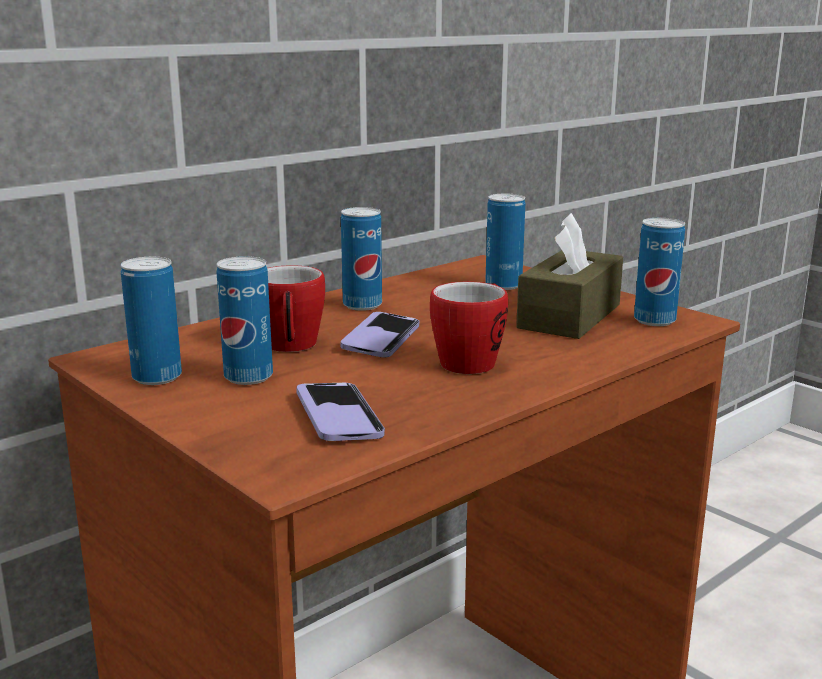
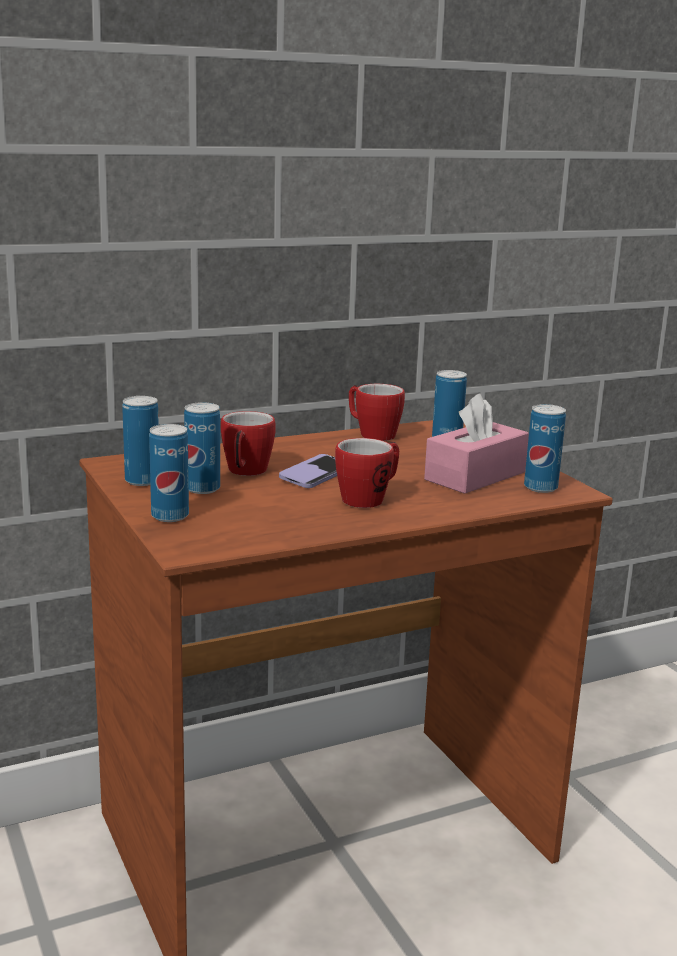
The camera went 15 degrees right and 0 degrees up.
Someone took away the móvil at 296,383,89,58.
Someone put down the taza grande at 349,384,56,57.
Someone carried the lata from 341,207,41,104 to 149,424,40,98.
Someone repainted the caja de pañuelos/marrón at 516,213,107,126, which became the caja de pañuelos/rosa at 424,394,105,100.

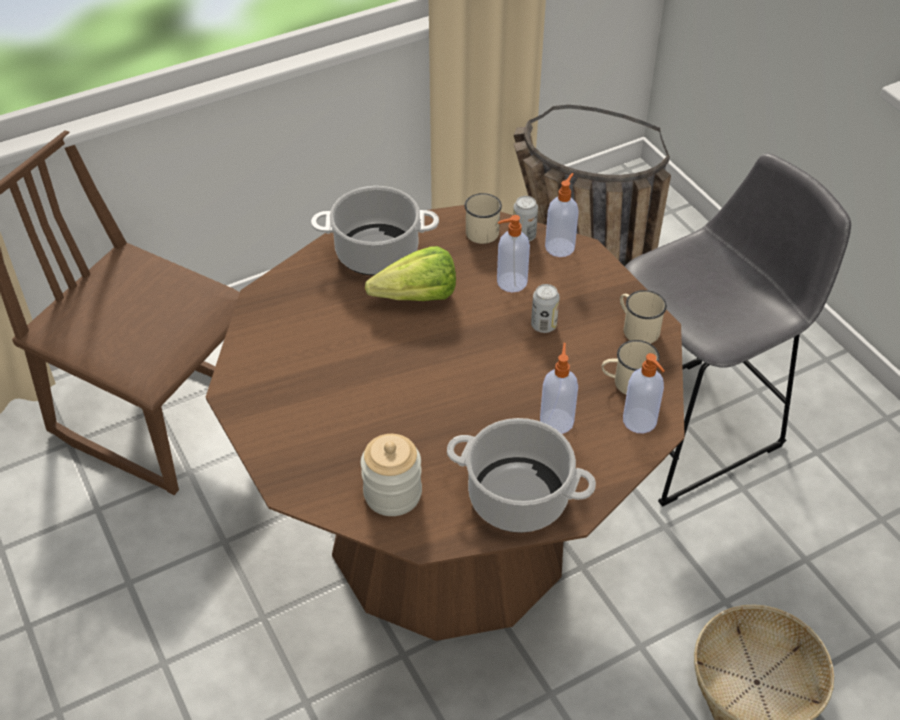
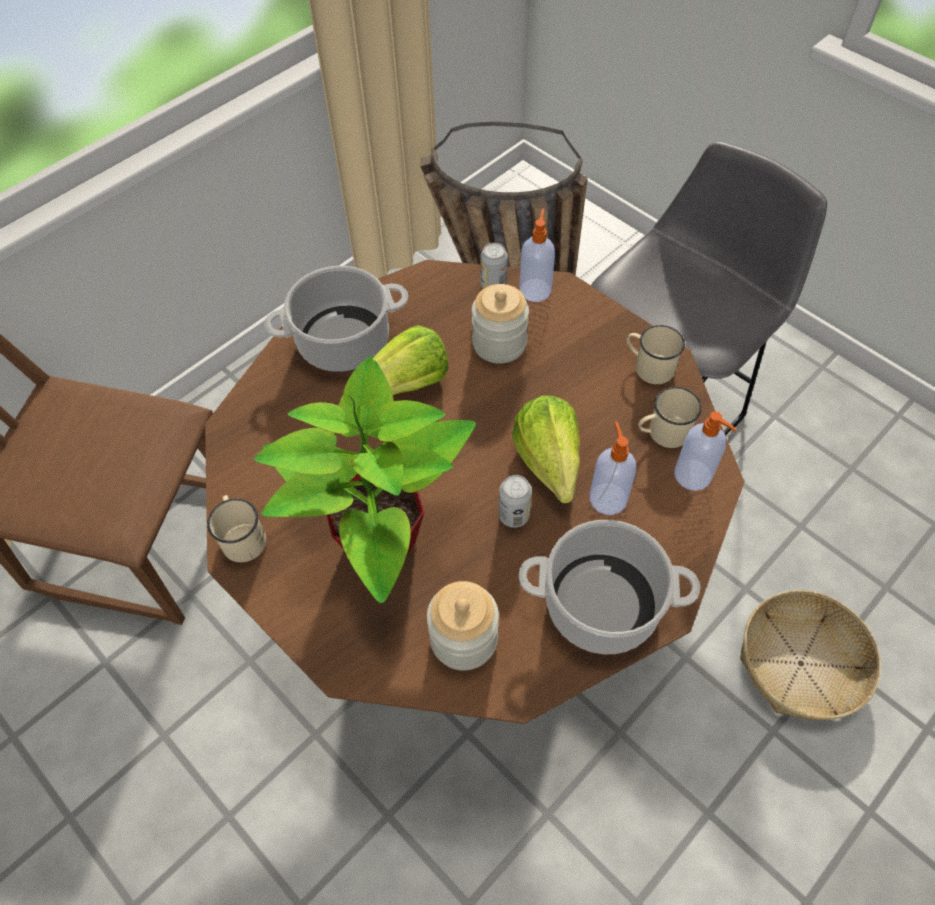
The camera went 15 degrees left and 10 degrees up.
Someone put down the planta en maceta at 254,356,222,247.
Someone put down the lechuga at 512,395,68,108.
Someone carried the taza grande/beis from 465,193,37,51 to 207,495,59,67.
Someone carried the lata from 531,284,29,49 to 499,475,33,53.
Someone swapped the dispensador de jabón at 497,215,33,77 for the tarro at 472,284,57,80.

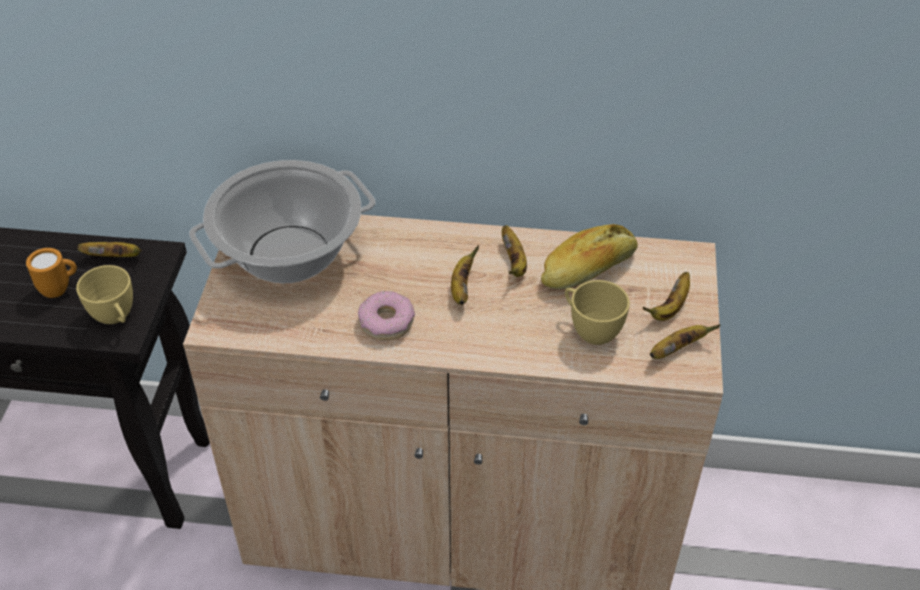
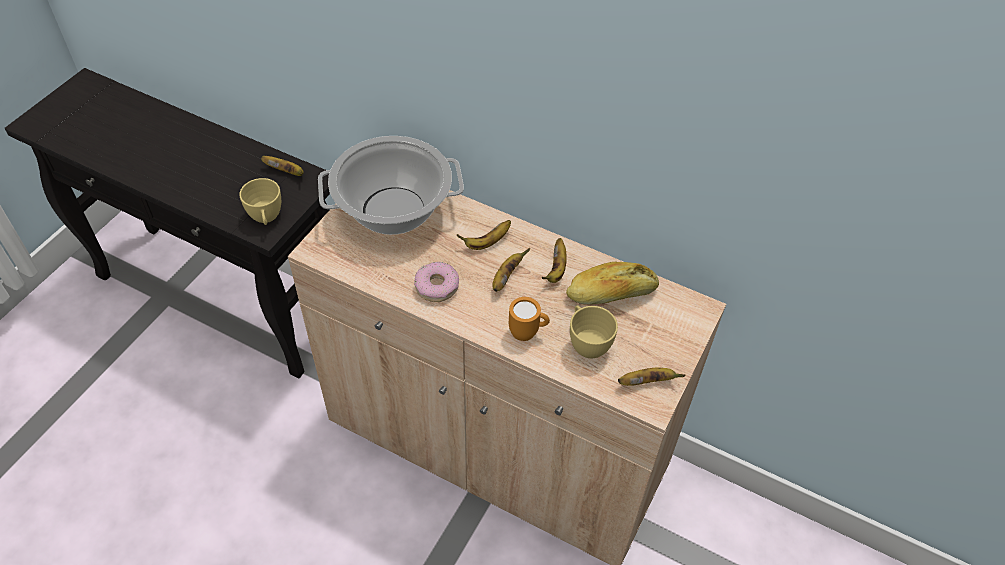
The camera went 20 degrees right and 5 degrees up.
Someone carried the taza grande/naranja from 26,248,51,50 to 509,297,41,44.
Someone carried the plátano from 642,272,48,49 to 457,220,54,30.

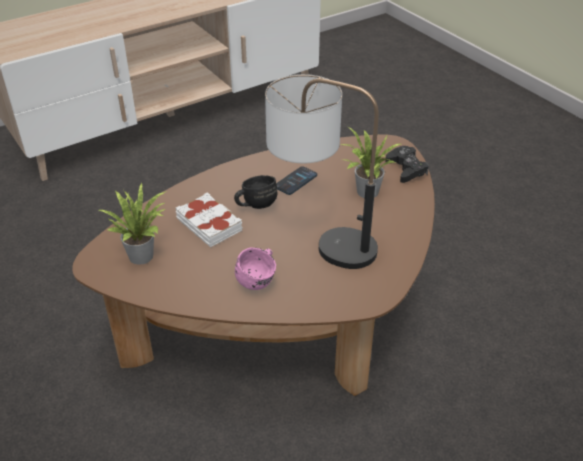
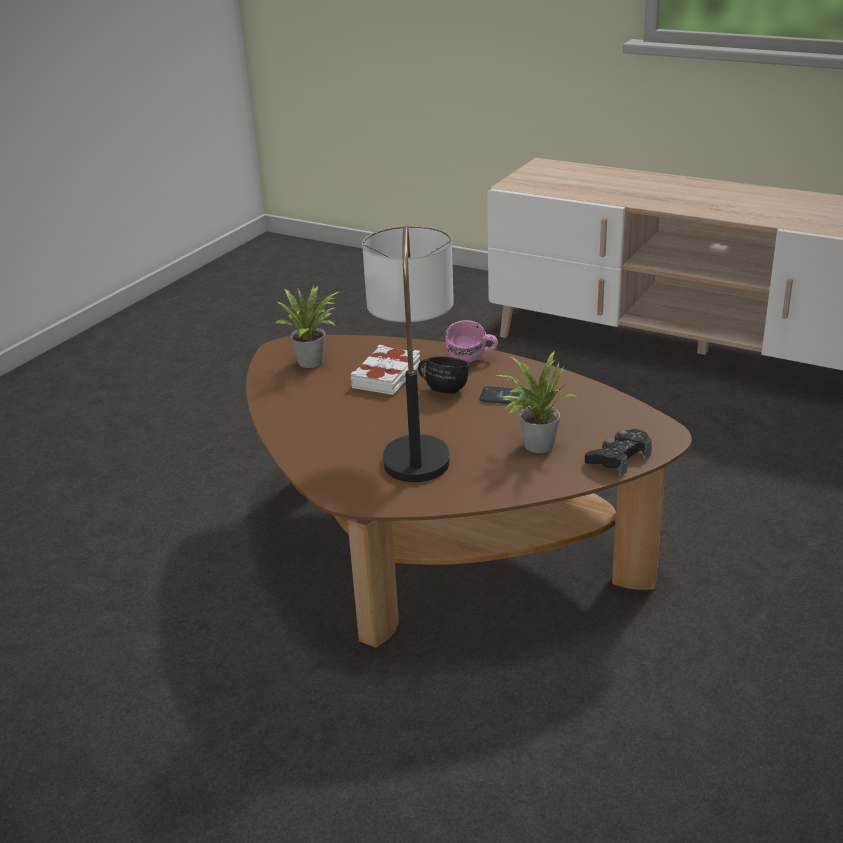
The camera went 65 degrees right and 10 degrees down.
Someone carried the taza grande/rosa from 235,247,41,43 to 446,320,52,43.

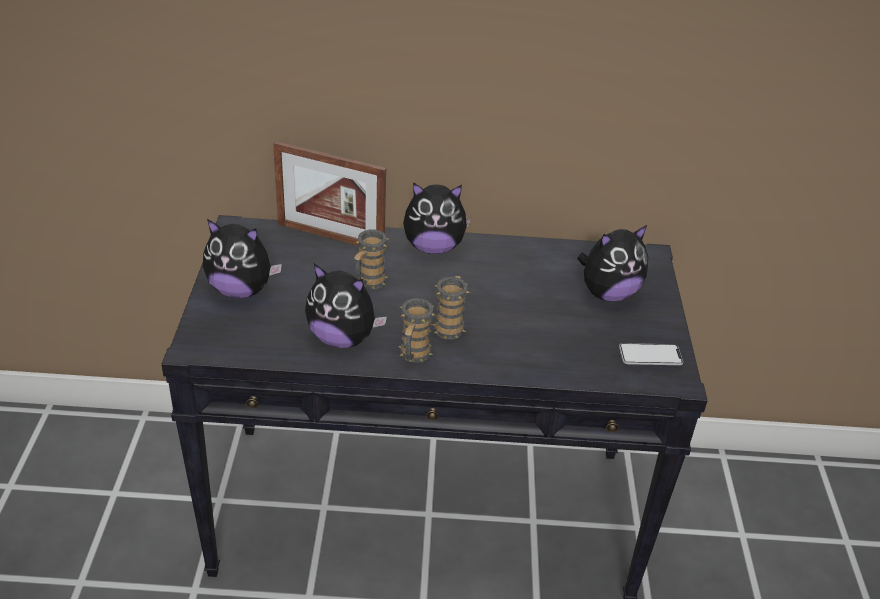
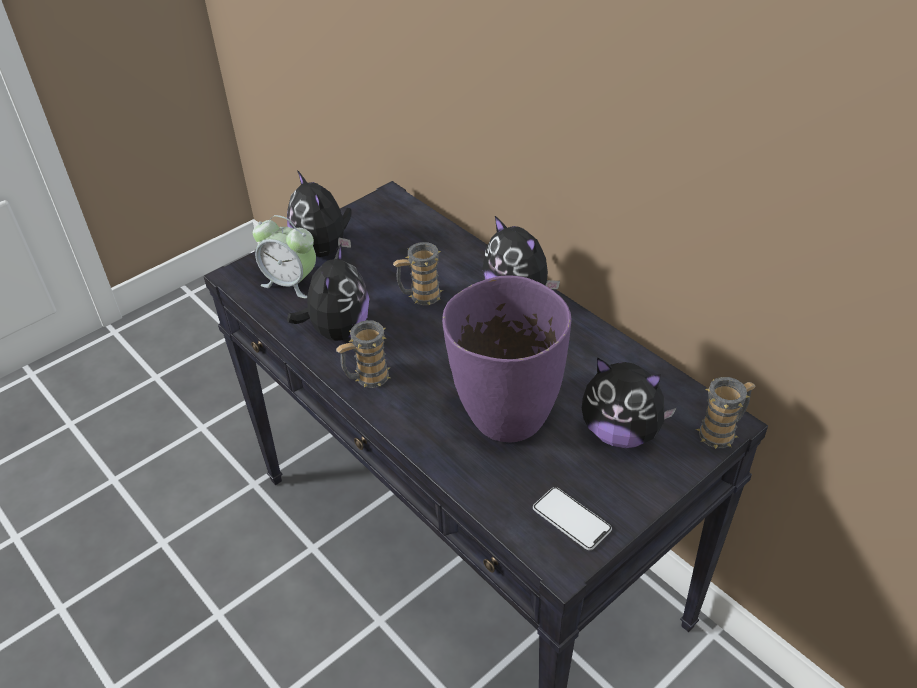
The camera went 50 degrees right and 5 degrees up.
Someone took away the portarretratos at 273,141,113,105.
Someone put down the despertador at 253,215,63,83.
Someone put down the florero/morado at 442,275,130,168.
Someone carried the taza grande from 432,276,38,64 to 696,377,60,72.
Someone rotated the peluche at 305,264,82,84 by 150 degrees counterclockwise.

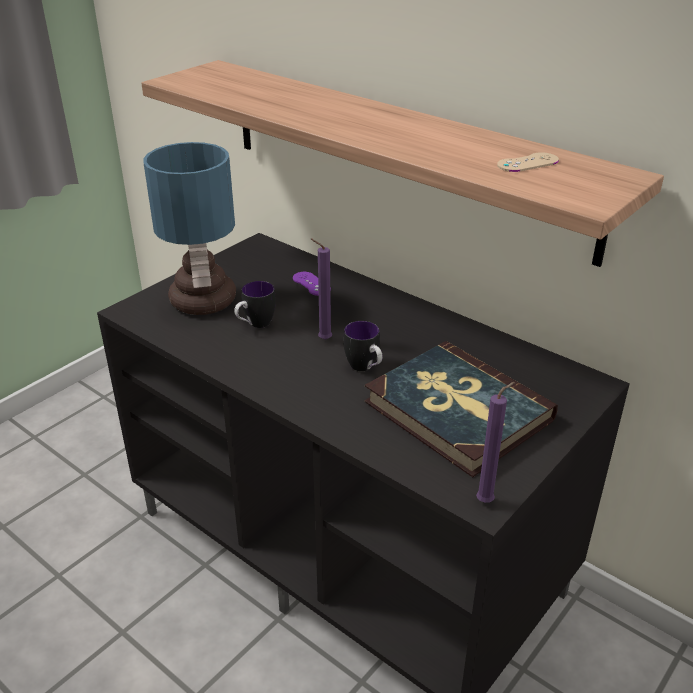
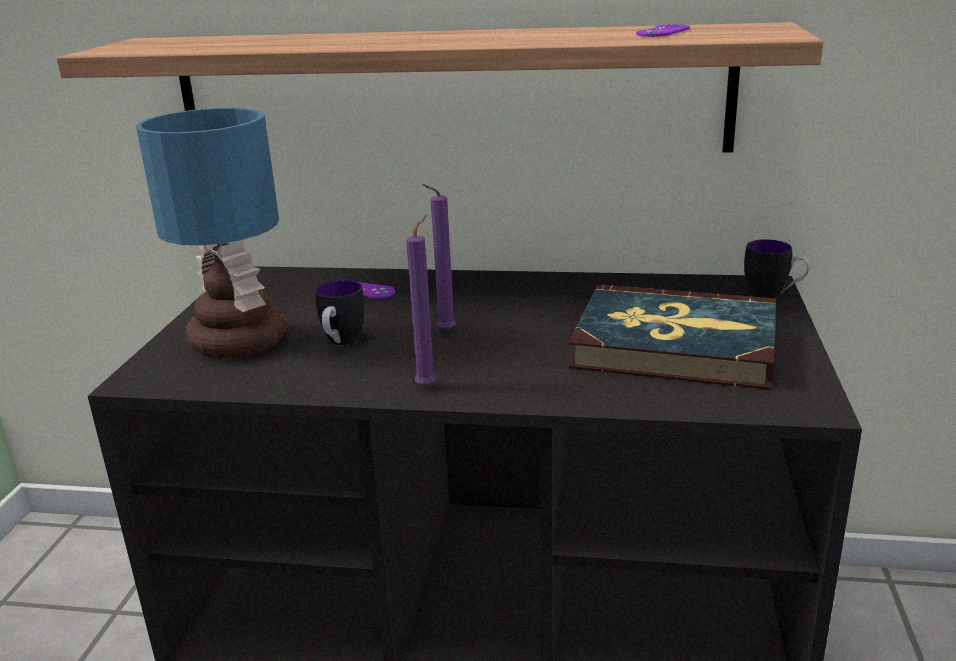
The camera went 30 degrees left and 10 degrees down.
Someone carried the taza grande from 343,321,40,50 to 744,239,66,59.
Someone carried the vela/morado from 476,382,39,121 to 406,215,30,172.
Someone repainted the mando de consola/beis at 497,152,62,20, which became the mando de consola/morado at 636,24,54,13.

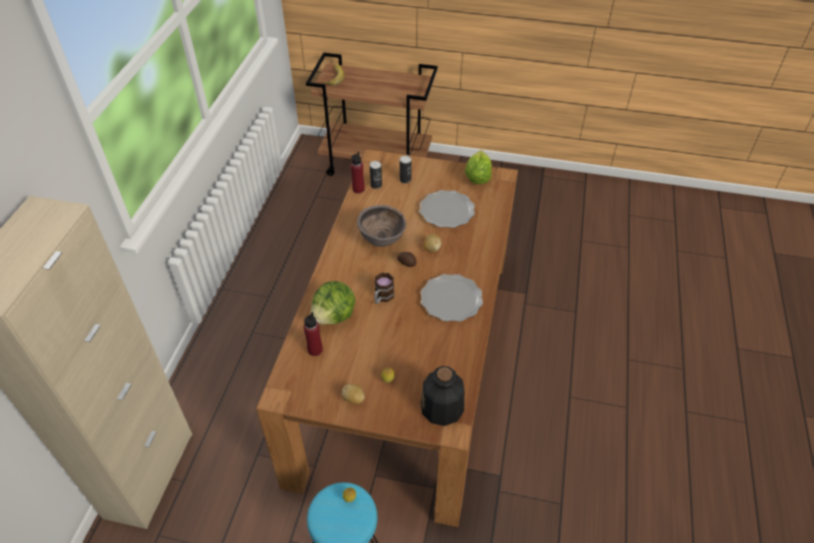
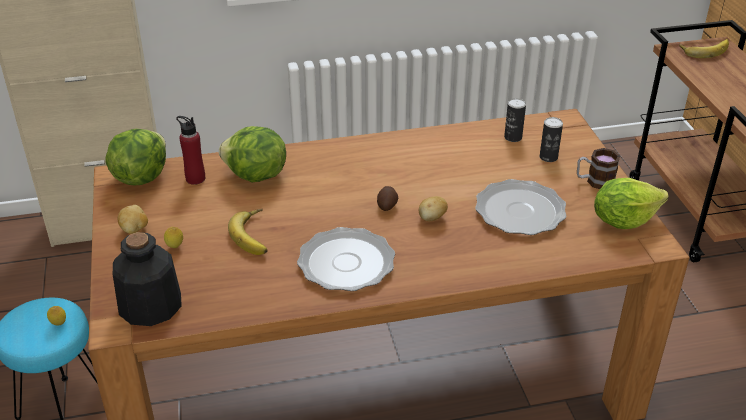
The camera went 65 degrees right and 10 degrees down.
Someone took away the botella/rojo at 351,152,14,41.
Someone took away the cuenco/marrón at 357,205,49,42.
Someone put down the lechuga at 106,129,60,56.
Someone put down the plátano at 228,209,40,46.
Someone carried the taza grande from 374,273,20,31 to 577,148,43,41.

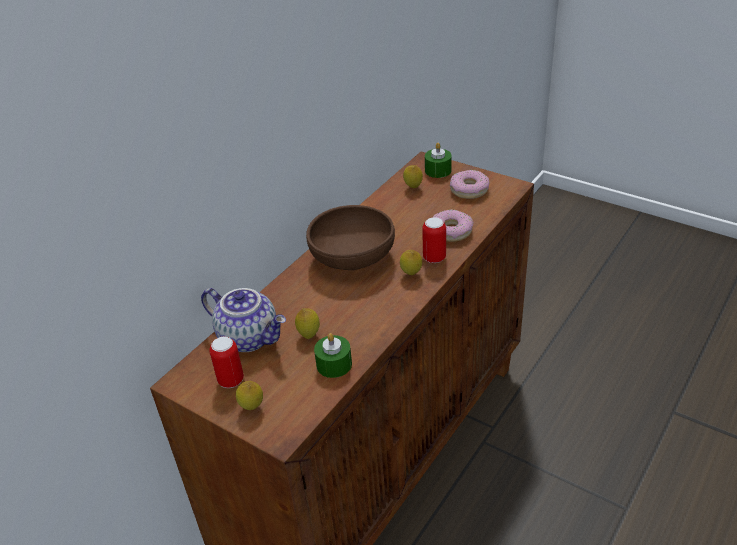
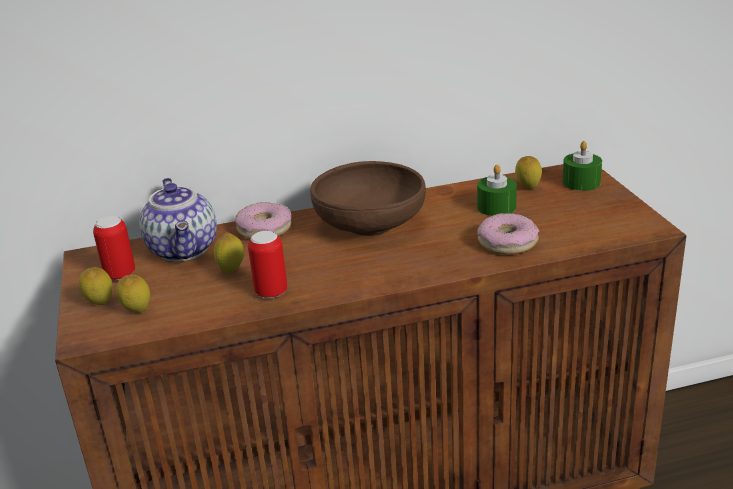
The camera went 40 degrees right and 10 degrees down.
Someone carried the vela/verde from 314,333,38,45 to 477,164,40,52.
Someone carried the limón from 400,250,22,25 to 116,275,34,38.
Someone carried the lata from 422,217,24,46 to 248,231,39,68.
Someone carried the rosquilla from 450,170,39,29 to 235,202,57,37.

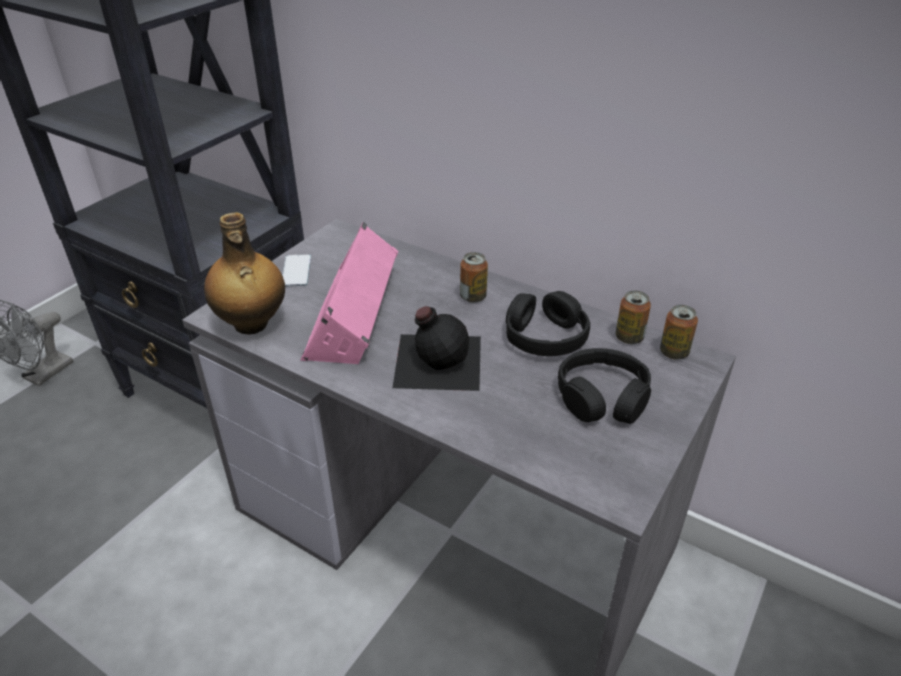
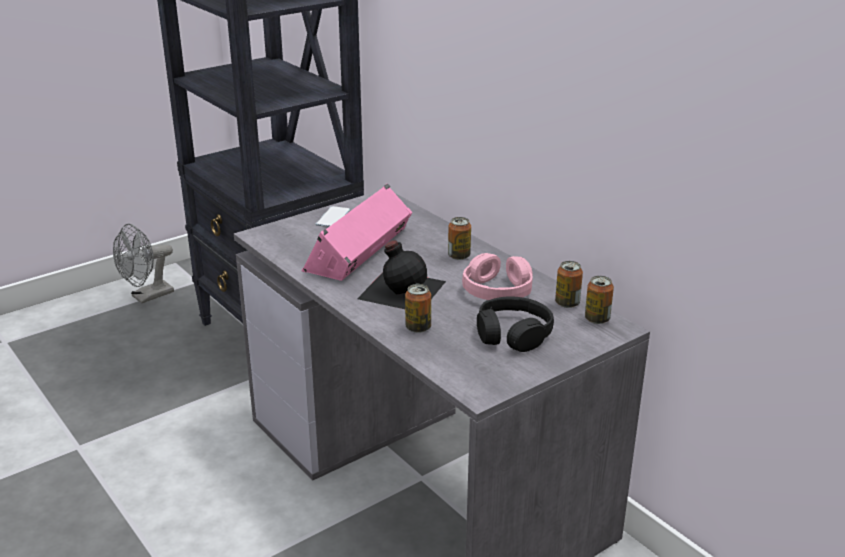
The camera went 20 degrees right and 10 degrees down.
Someone took away the botella at 204,212,81,122.
Someone put down the lata at 405,284,26,49.
Someone repainted the auriculares/negro at 506,291,84,65, which became the auriculares/rosa at 462,253,71,47.

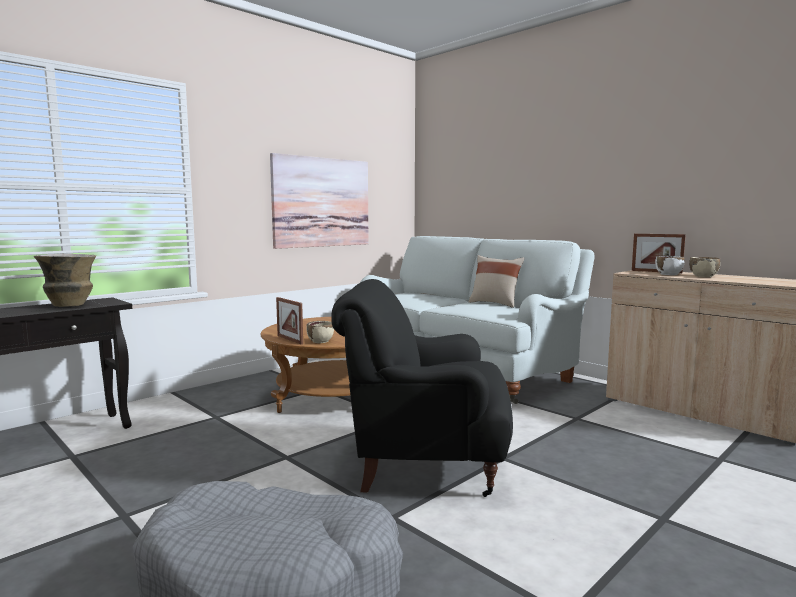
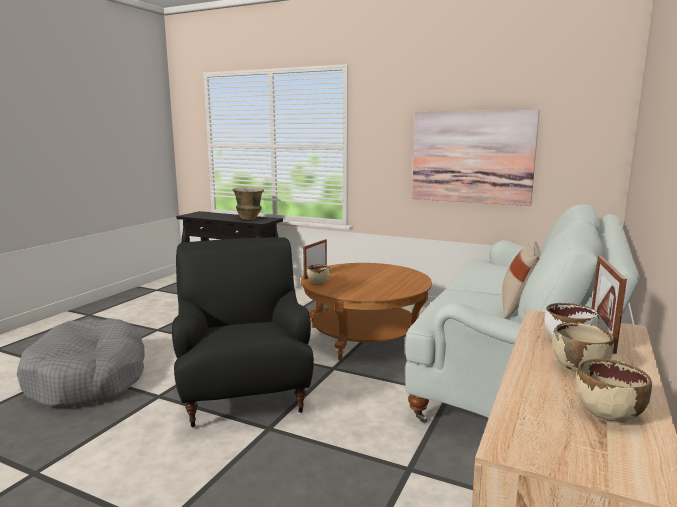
The camera went 70 degrees right and 5 degrees up.
Someone put down the cuenco/beis at 576,359,76,64.

